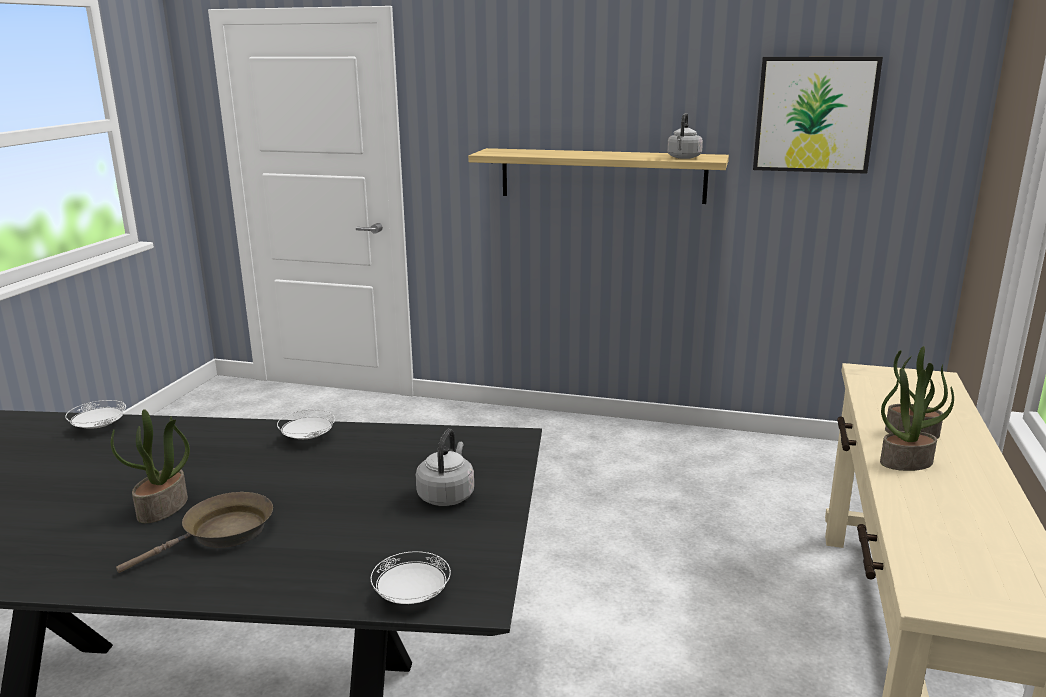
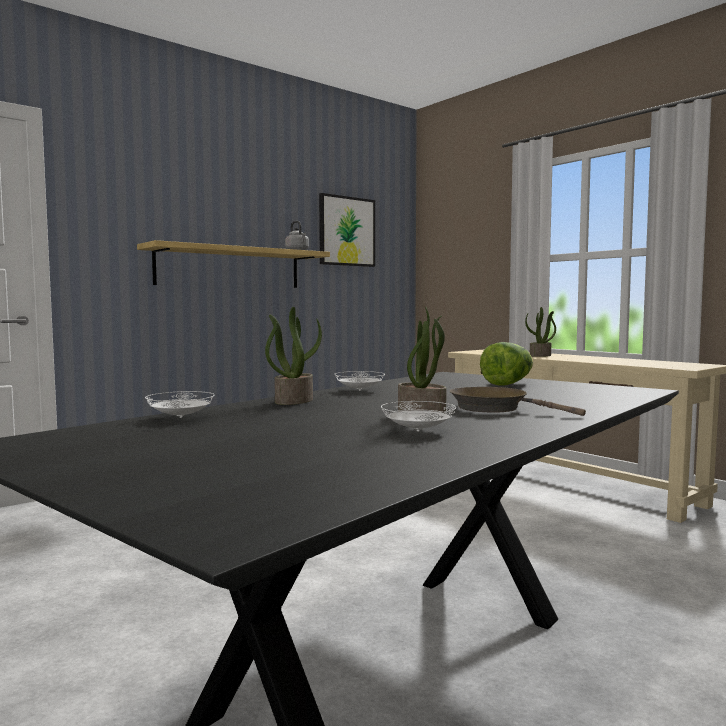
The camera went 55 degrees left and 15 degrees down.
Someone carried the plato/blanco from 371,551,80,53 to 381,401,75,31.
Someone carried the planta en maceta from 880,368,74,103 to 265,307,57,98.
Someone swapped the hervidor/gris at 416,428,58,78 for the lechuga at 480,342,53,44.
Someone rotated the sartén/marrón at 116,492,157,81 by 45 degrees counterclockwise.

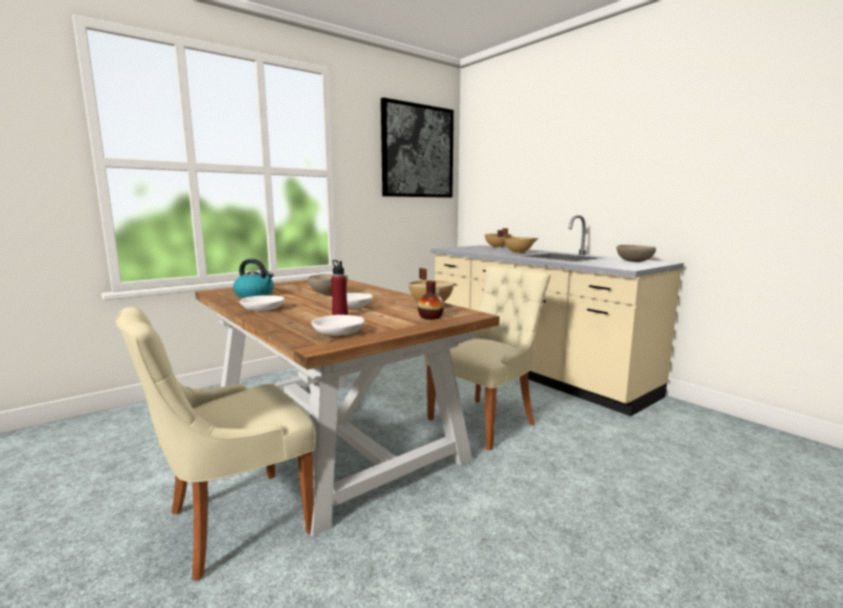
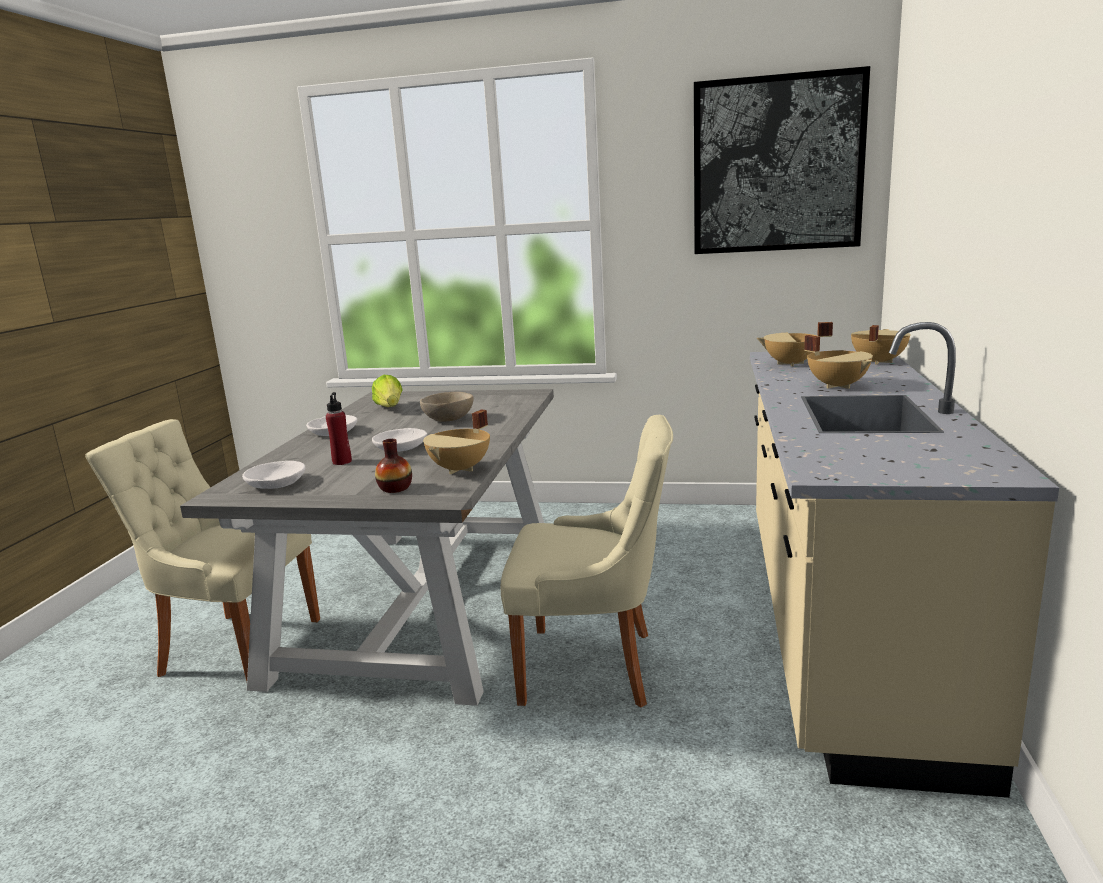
The camera went 50 degrees right and 5 degrees up.
Someone took away the cuenco/beis at 617,245,39,17.
Someone put down the olla/beis at 756,322,77,44.
Someone swapped the hervidor at 233,259,41,39 for the lechuga at 372,375,31,32.
Someone repainted the mesa de comedor/marrón at 195,279,305,258, which became the mesa de comedor/gris at 180,389,374,317.

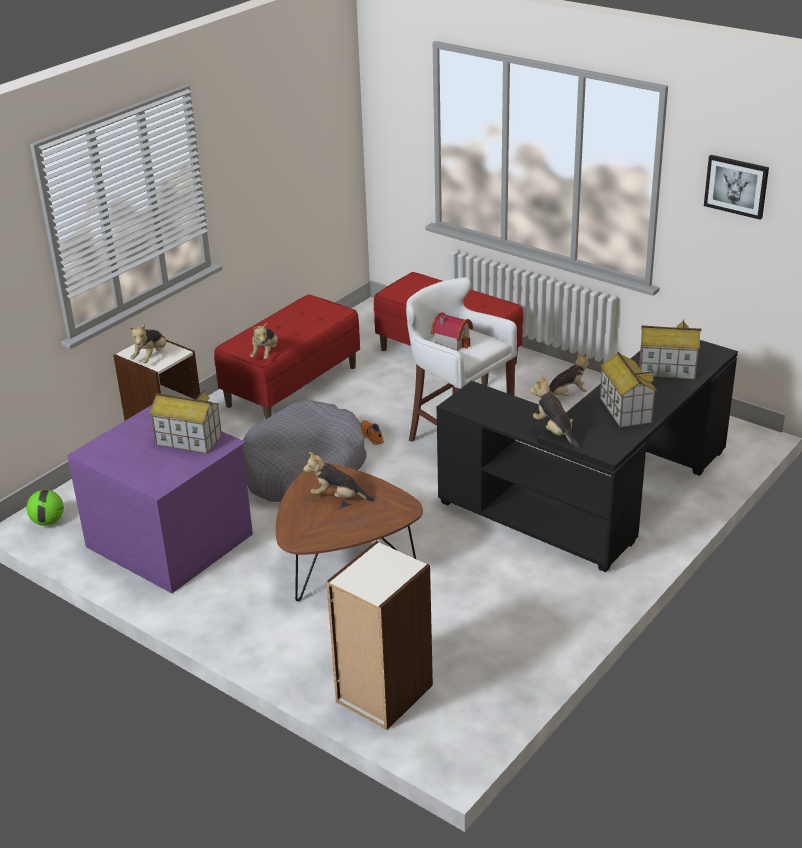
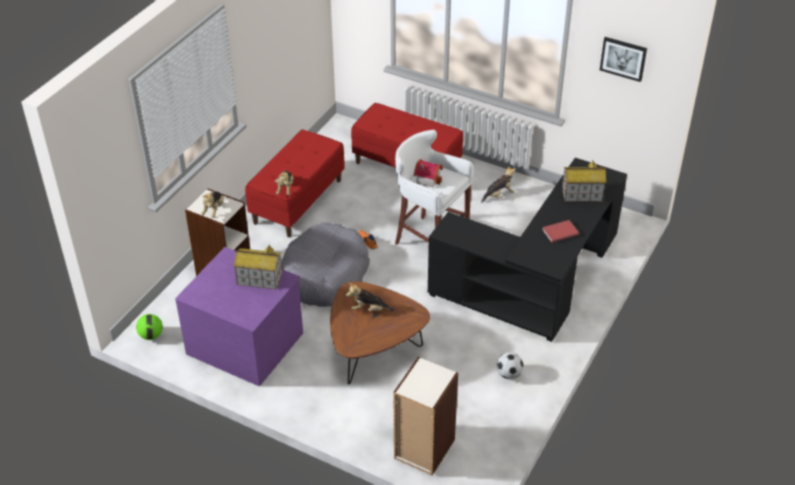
The camera went 10 degrees left and 10 degrees up.
Someone took away the peluche at 530,375,50,73.
Someone put down the balón de fútbol at 497,352,26,27.
Someone swapped the casita at 600,352,57,76 for the libro/rojo at 542,220,37,23.

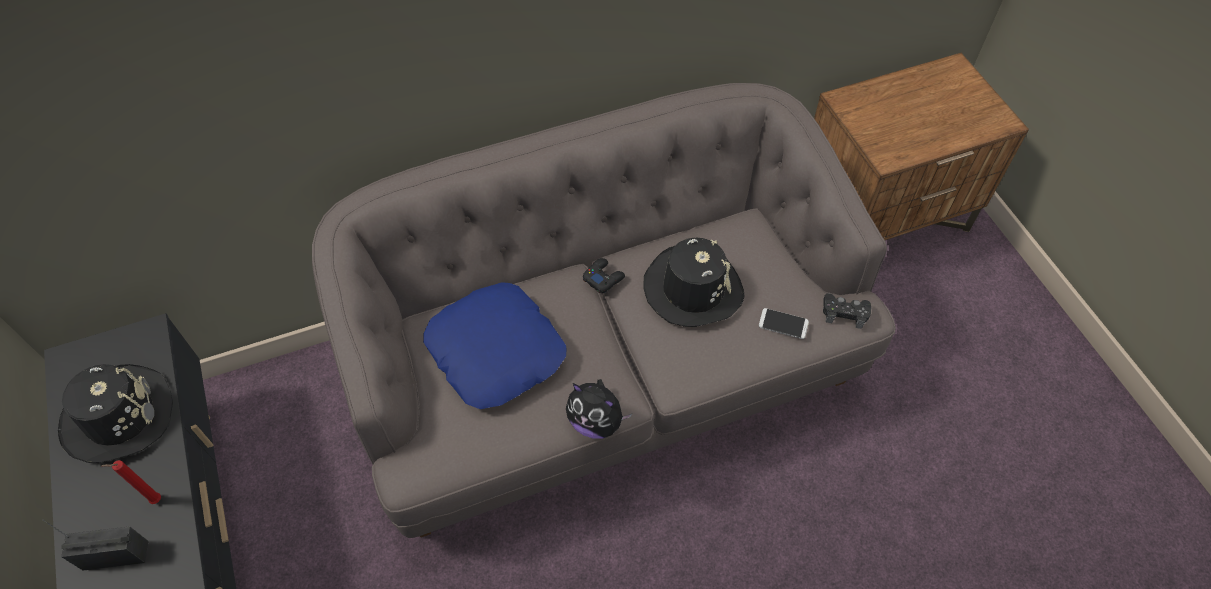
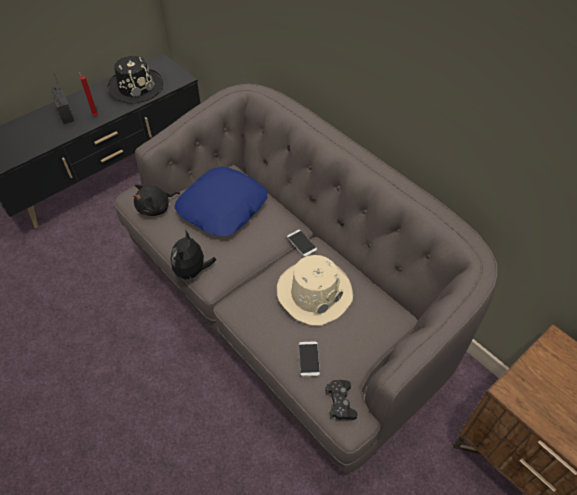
The camera went 70 degrees right and 5 degrees down.
Someone put down the peluche/negro at 133,184,47,32.
Someone swapped the mando de consola/negro at 583,258,42,35 for the móvil at 287,230,30,27.
Someone repainted the sombrero/negro at 643,237,102,90, which became the sombrero/beis at 277,255,76,71.

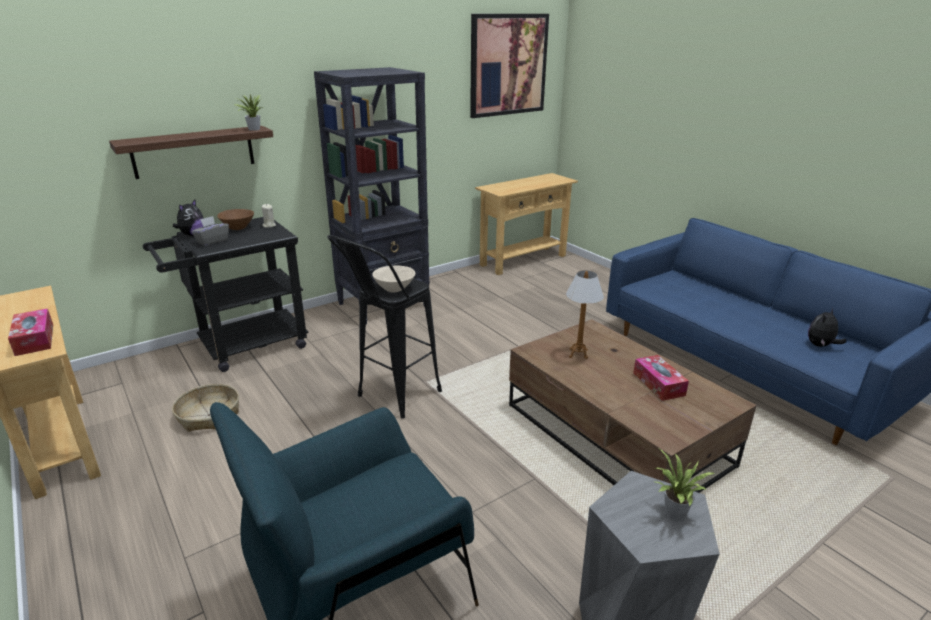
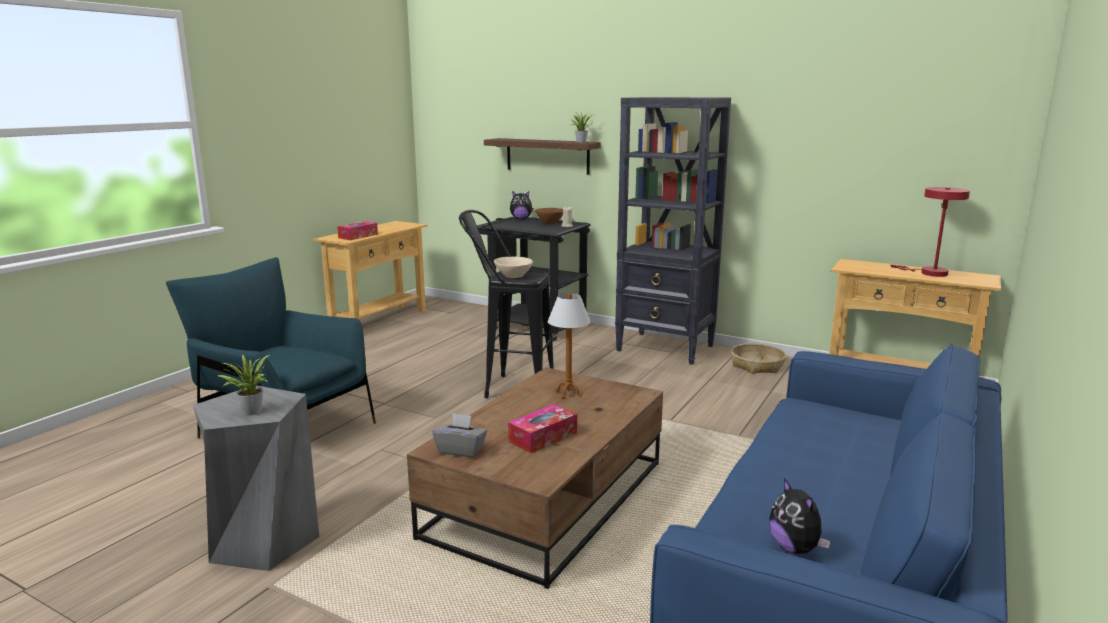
The camera went 65 degrees right and 10 degrees down.
Someone took away the cuadro at 470,14,79,104.
Someone put down the lámpara de mesa/rojo at 890,187,80,90.
Someone carried the cesta from 172,384,67,48 to 731,343,55,31.
Someone carried the caja de pañuelos/gris from 192,216,37,30 to 432,413,55,44.
Someone rotated the peluche at 808,308,39,39 by 135 degrees counterclockwise.

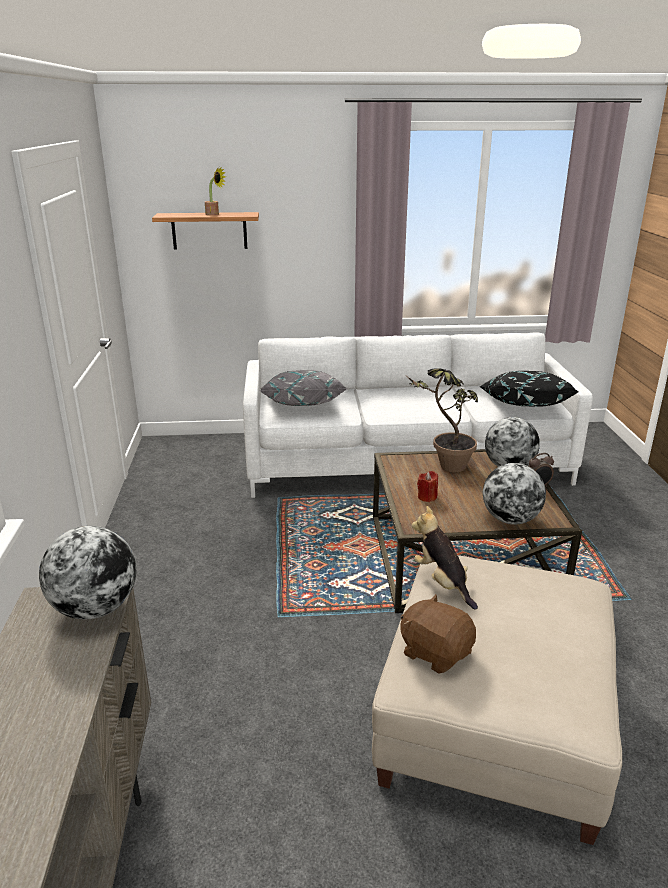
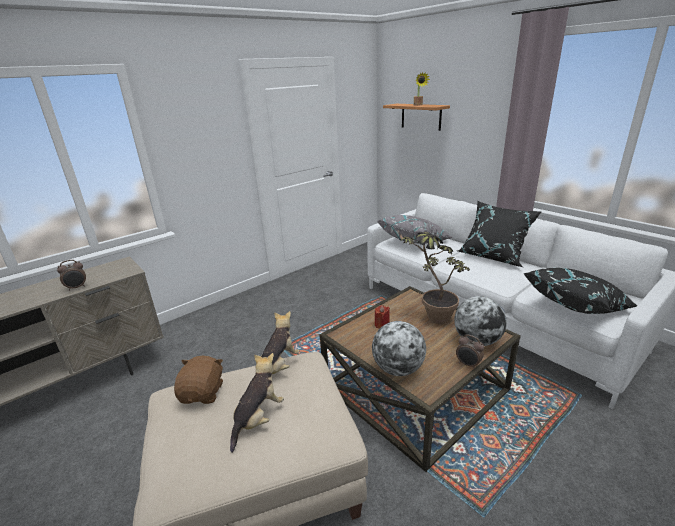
The camera went 55 degrees right and 0 degrees up.
Someone took away the globo terráqueo at 39,526,97,93.
Someone put down the despertador at 57,260,29,31.
Someone put down the peluche at 230,353,54,100.
Someone put down the cojín/negro at 458,201,83,66.

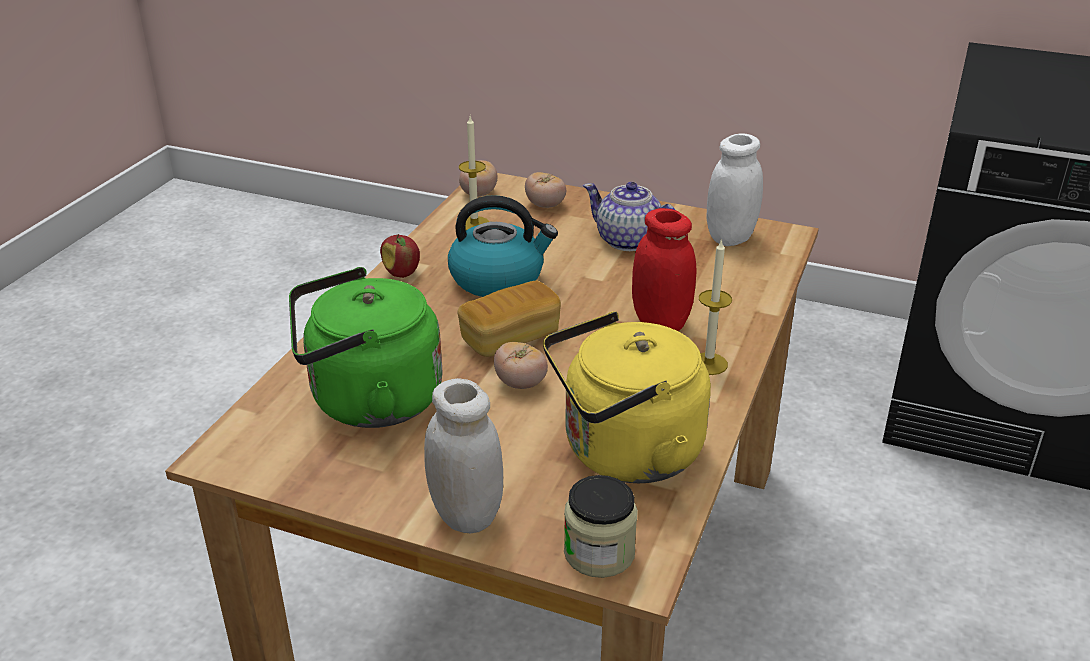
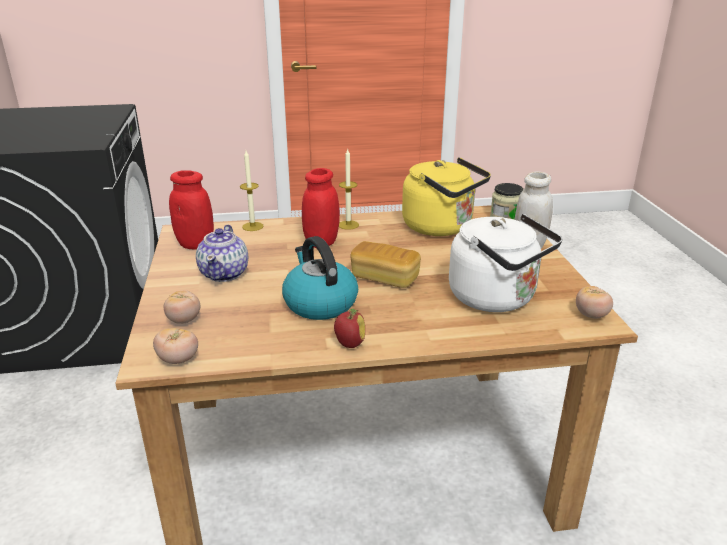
The camera went 120 degrees left and 5 degrees down.
Someone carried the vela from 459,116,30,114 to 240,151,24,80.
Someone carried the tomate from 494,342,54,47 to 576,286,37,33.
Someone repainted the hervidor/verde at 289,267,154,161, which became the hervidor/blanco at 449,214,113,98.
Someone repainted the tarro/blanco at 706,133,57,113, which became the tarro/rojo at 169,170,45,79.

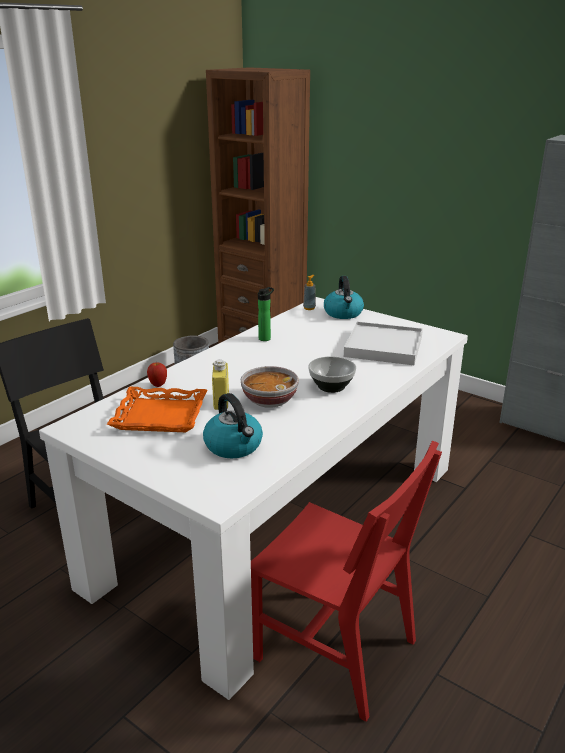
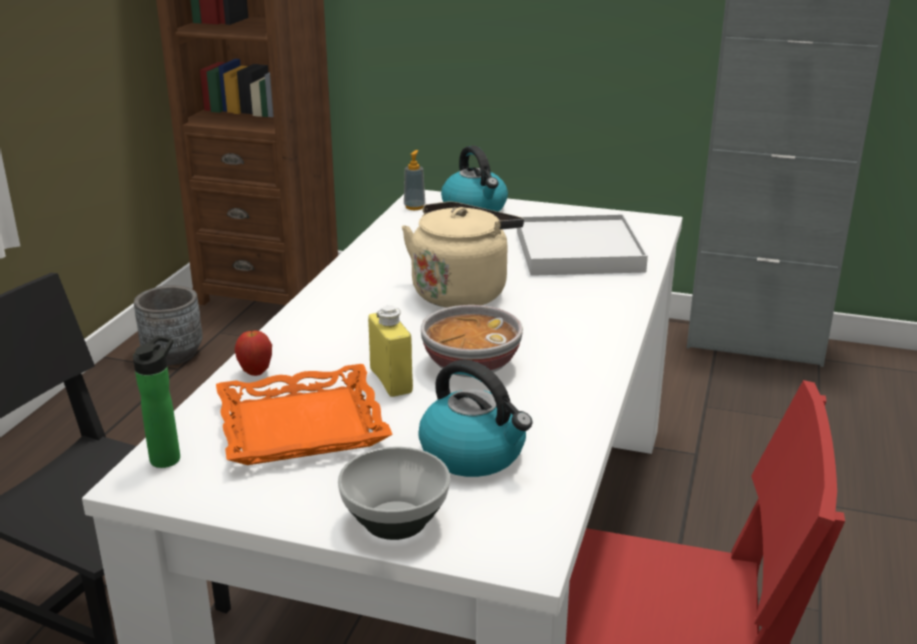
The camera went 20 degrees left and 0 degrees up.
Someone put down the hervidor/beis at 402,201,122,107.
Someone carried the botella from 258,287,16,54 to 133,336,47,132.
Someone carried the cuenco from 308,356,48,37 to 338,447,112,93.

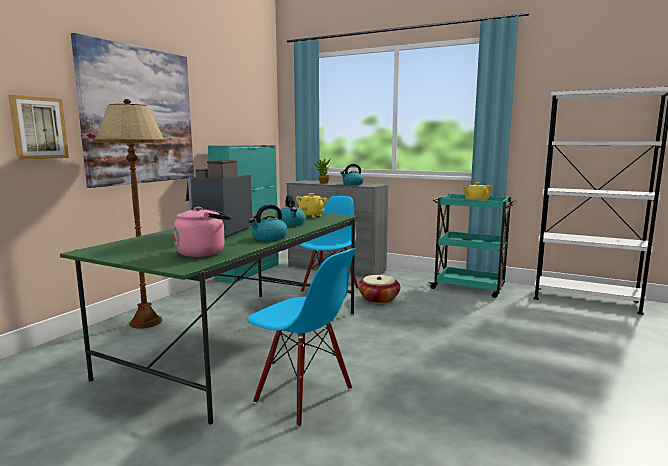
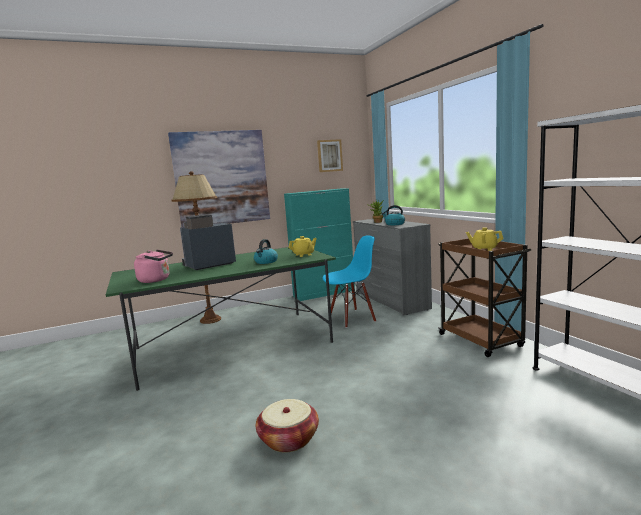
The camera went 40 degrees right and 0 degrees up.
Someone took away the silla/azul at 247,248,109,179.
Someone took away the hervidor at 249,204,38,37.
Someone carried the cuadro from 9,95,60,65 to 317,139,26,33.
Someone carried the cesta from 358,275,42,28 to 256,399,63,54.
Someone repainted the carrito/turquesa at 429,194,88,104, which became the carrito/marrón at 438,238,93,119.

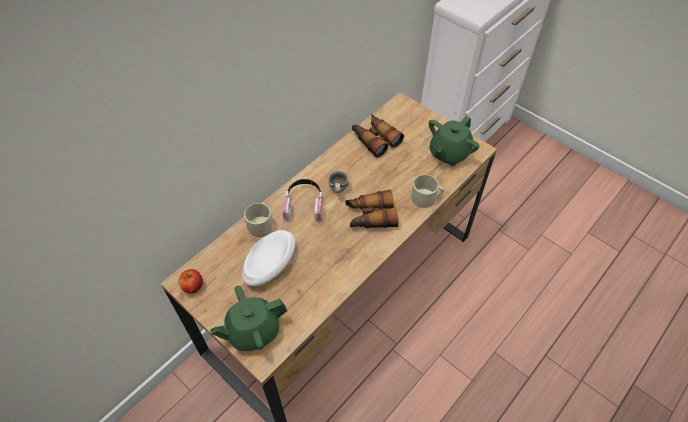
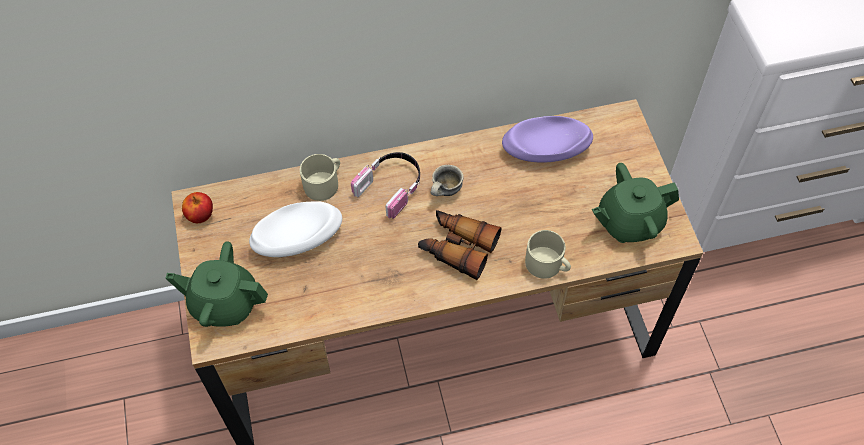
The camera went 35 degrees right and 5 degrees up.
Someone swapped the prismáticos at 352,115,52,43 for the cuenco/morado at 502,116,91,47.

